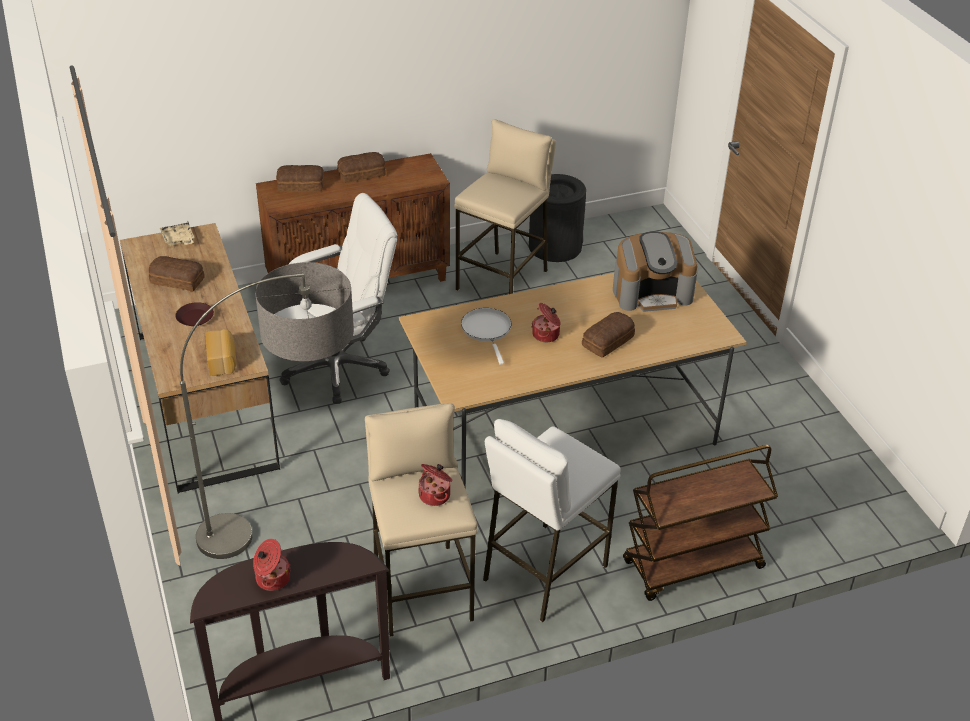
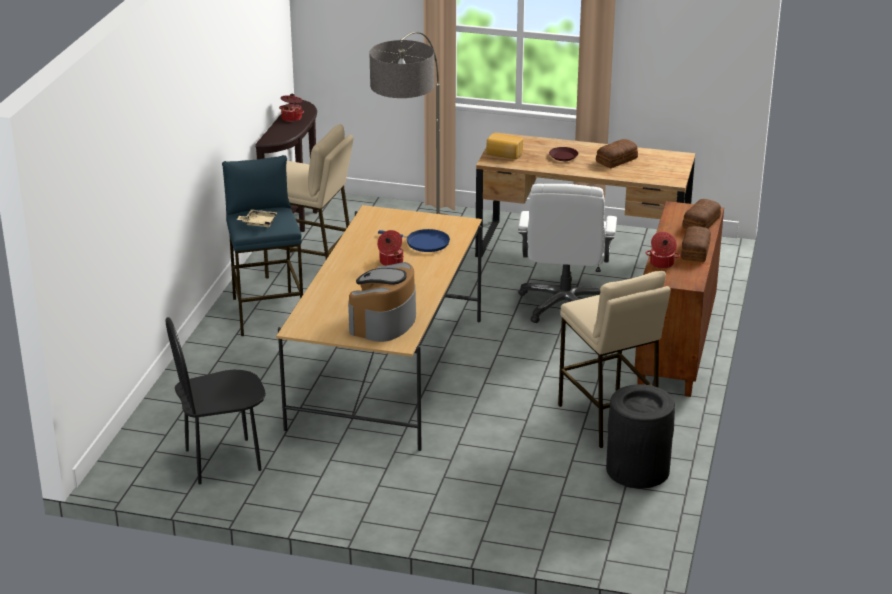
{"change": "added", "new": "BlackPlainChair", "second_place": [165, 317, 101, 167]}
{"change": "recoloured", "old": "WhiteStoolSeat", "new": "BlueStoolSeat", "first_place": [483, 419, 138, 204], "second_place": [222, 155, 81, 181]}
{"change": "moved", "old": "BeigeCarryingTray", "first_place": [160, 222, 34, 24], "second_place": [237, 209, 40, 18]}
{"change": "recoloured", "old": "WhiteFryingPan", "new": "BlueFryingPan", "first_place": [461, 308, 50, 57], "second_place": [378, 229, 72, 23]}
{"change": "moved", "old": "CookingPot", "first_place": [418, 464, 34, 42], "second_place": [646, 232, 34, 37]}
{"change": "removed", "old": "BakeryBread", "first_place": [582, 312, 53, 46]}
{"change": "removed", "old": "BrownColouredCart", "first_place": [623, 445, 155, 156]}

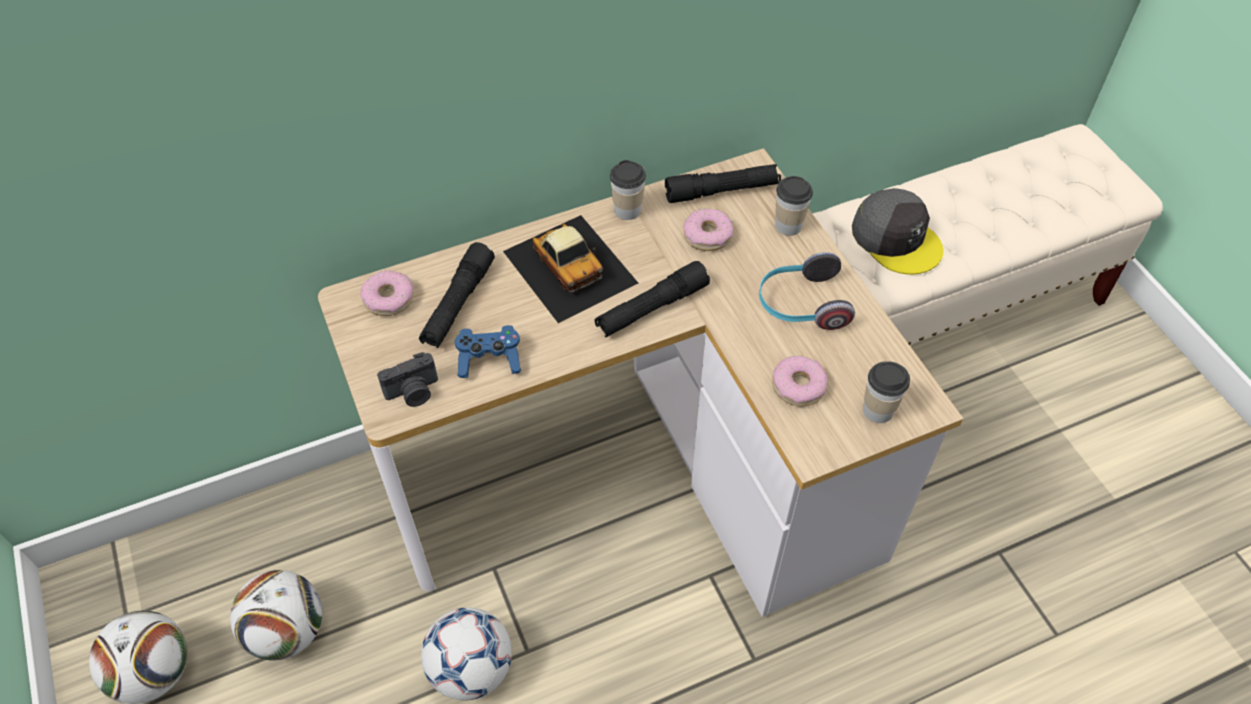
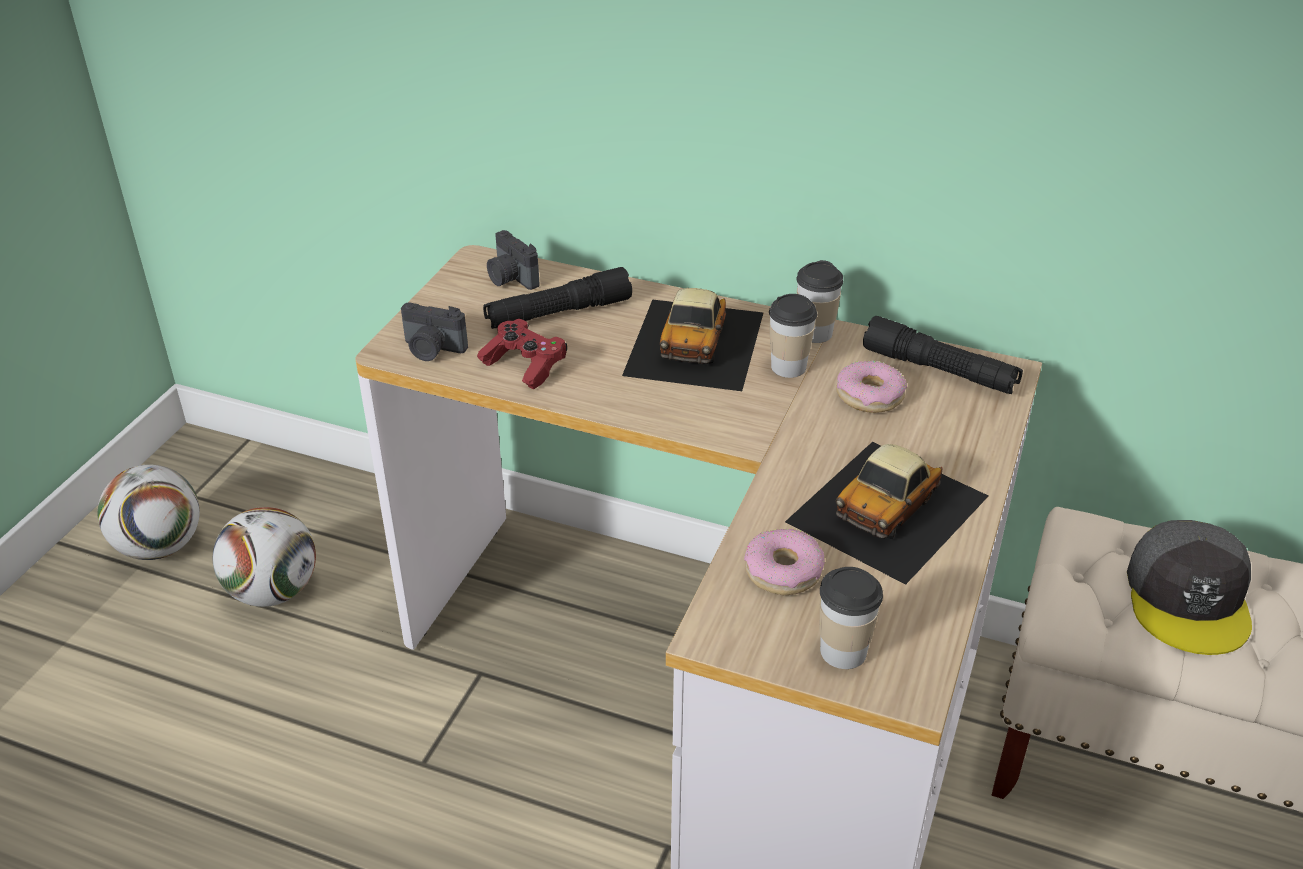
{"change": "recoloured", "old": "BlueGamepad", "new": "ReddishGamepad", "first_place": [455, 325, 66, 53], "second_place": [477, 319, 90, 70]}
{"change": "replaced", "old": "RingDoughnut", "new": "StillCamera", "first_place": [360, 270, 54, 46], "second_place": [487, 230, 52, 60]}
{"change": "moved", "old": "SmallCup", "first_place": [775, 176, 38, 60], "second_place": [769, 294, 48, 84]}
{"change": "replaced", "old": "Headset", "new": "MiniatureCar", "first_place": [759, 252, 96, 78], "second_place": [785, 442, 203, 143]}
{"change": "removed", "old": "FootballBall", "first_place": [421, 607, 91, 93]}
{"change": "removed", "old": "BlackTorch", "first_place": [595, 261, 115, 76]}

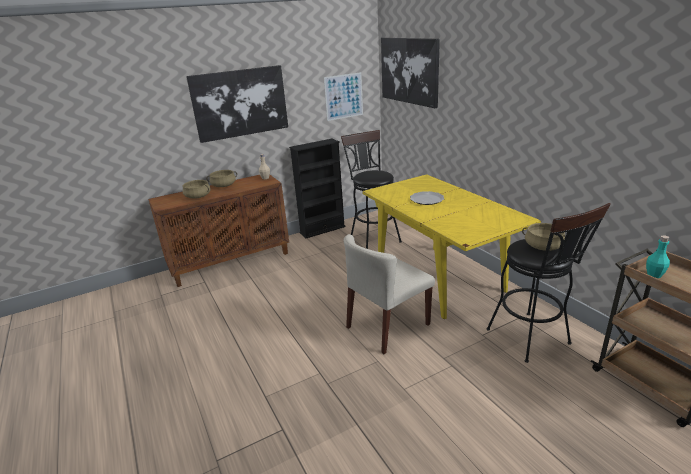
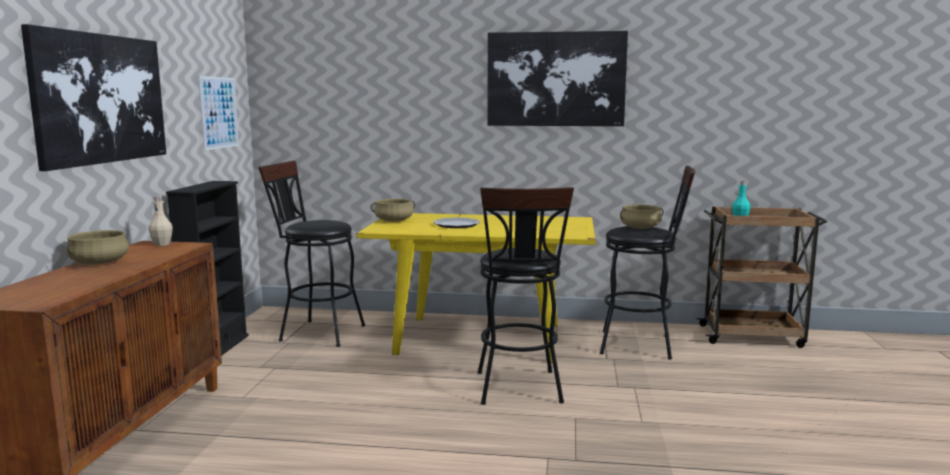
{"change": "moved", "old": "BeigeCookingPot", "first_place": [182, 180, 28, 19], "second_place": [371, 199, 44, 23]}
{"change": "replaced", "old": "BeigePlainChair", "new": "BlackStoolSeat", "first_place": [344, 234, 91, 120], "second_place": [478, 187, 96, 218]}
{"change": "moved", "old": "WallPicture", "first_place": [381, 38, 59, 70], "second_place": [487, 31, 141, 95]}

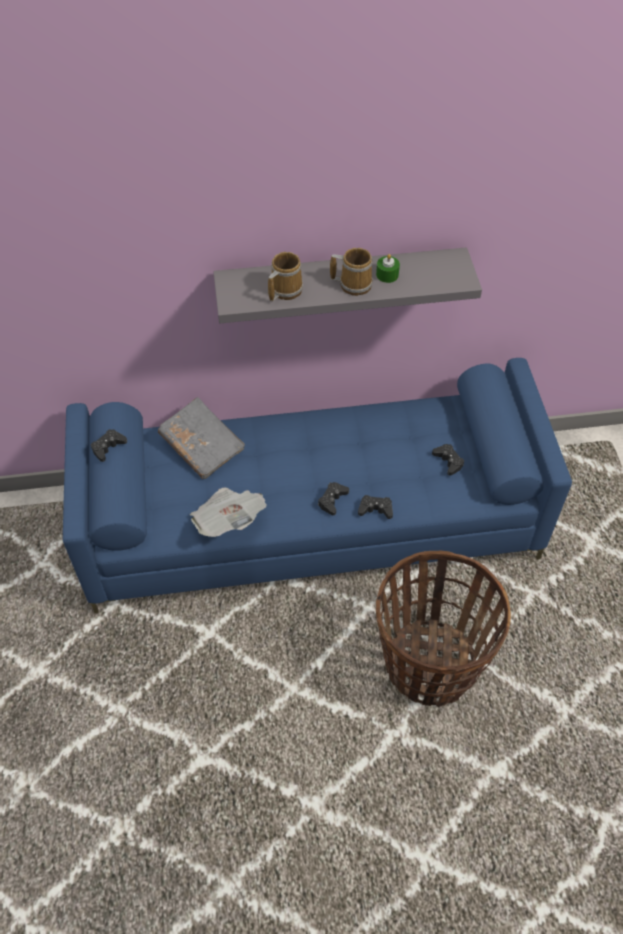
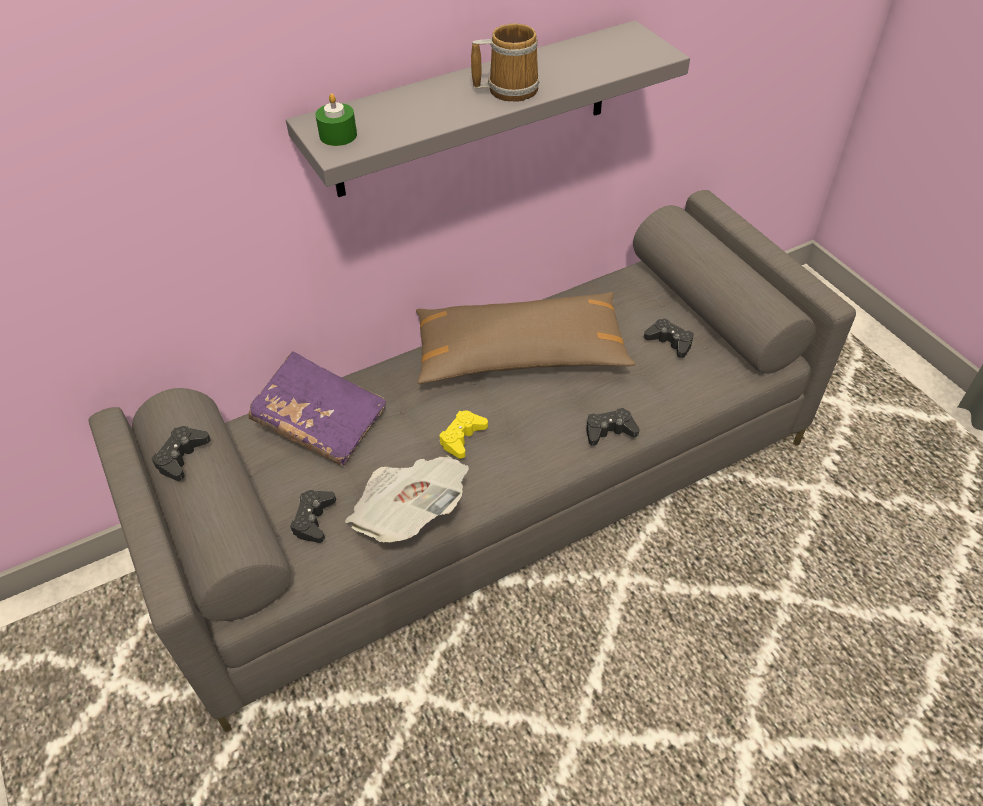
{"change": "recoloured", "old": "BlueCouch", "new": "GreyCouch", "first_place": [63, 358, 509, 255], "second_place": [89, 190, 767, 542]}
{"change": "recoloured", "old": "GreyBoundBook", "new": "PurpleColouredBoundBook", "first_place": [158, 397, 87, 82], "second_place": [249, 352, 137, 114]}
{"change": "moved", "old": "BlackGamepad", "first_place": [318, 482, 31, 33], "second_place": [290, 490, 46, 53]}
{"change": "moved", "old": "GreenColouredWaxLight", "first_place": [376, 254, 24, 29], "second_place": [315, 93, 42, 53]}
{"change": "added", "new": "BrownColouredThrowPillow", "second_place": [416, 292, 220, 92]}
{"change": "added", "new": "YellowishGamepad", "second_place": [439, 411, 49, 48]}
{"change": "removed", "old": "TeaMug", "first_place": [268, 252, 35, 49]}
{"change": "removed", "old": "Basket", "first_place": [376, 551, 135, 156]}

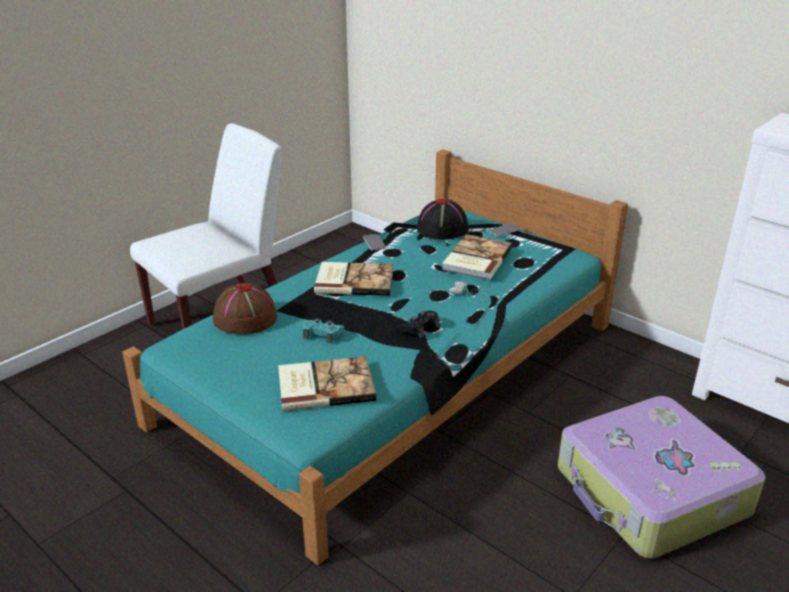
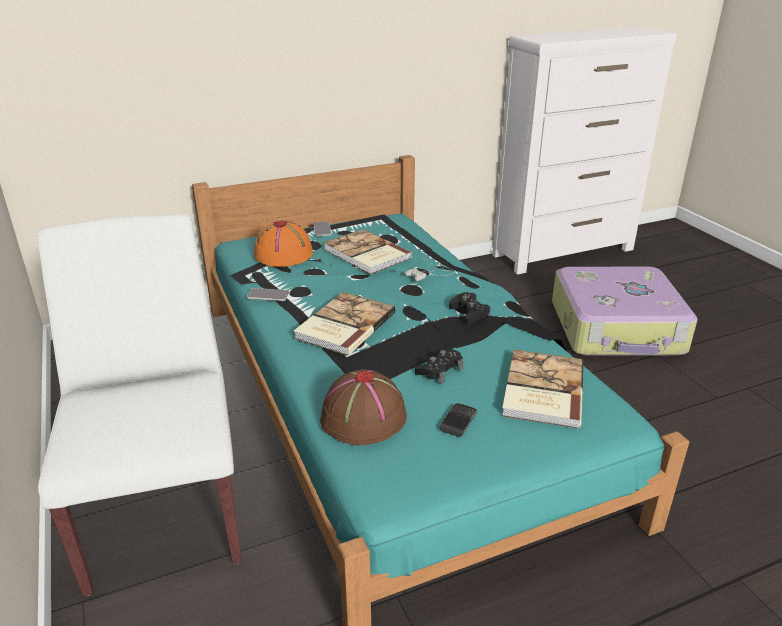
{"change": "recoloured", "old": "BlackClothingHat", "new": "OrangeClothingHat", "first_place": [417, 199, 52, 41], "second_place": [254, 220, 59, 47]}
{"change": "recoloured", "old": "TurquoiseColouredGamepad", "new": "BlackGamepad", "first_place": [303, 318, 41, 26], "second_place": [415, 349, 48, 35]}
{"change": "added", "new": "Handset", "second_place": [439, 403, 38, 34]}

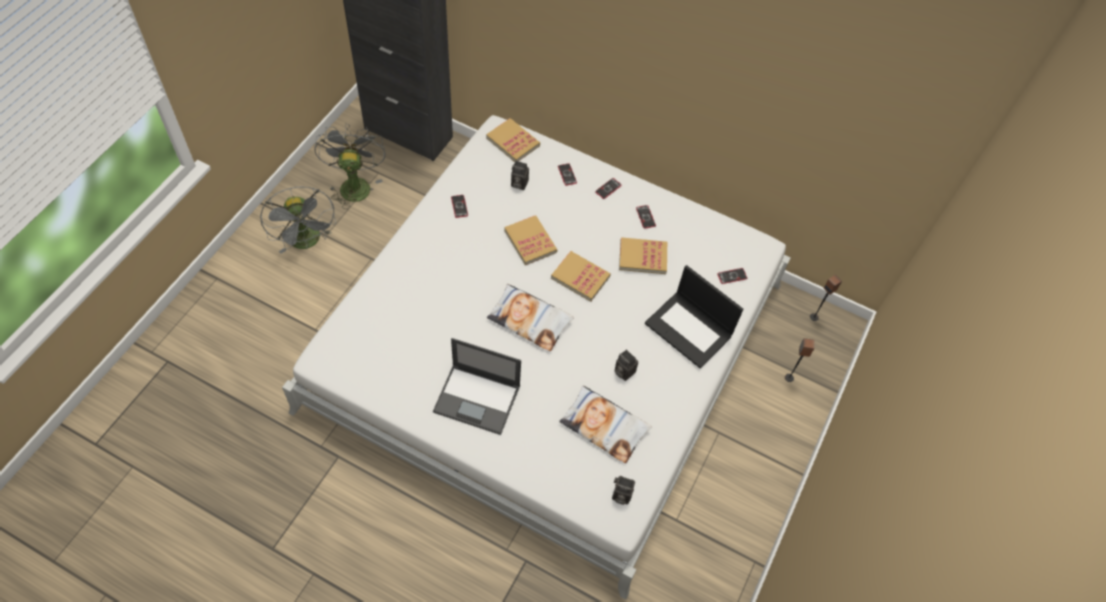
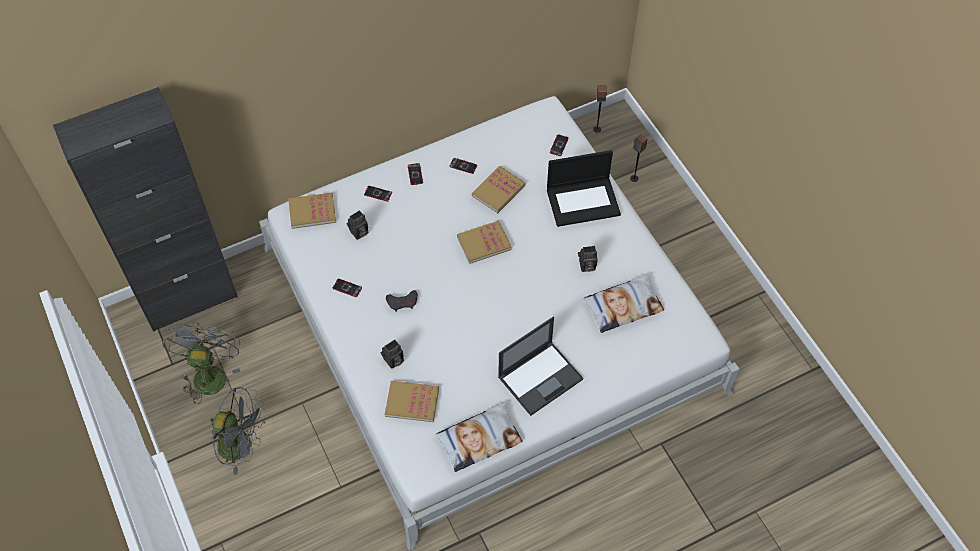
{"change": "turned", "old": "GreyCoolingFan", "first_place": [314, 123, 71, 86], "second_place": [162, 322, 78, 82], "degrees": 60}
{"change": "moved", "old": "StillCamera", "first_place": [612, 476, 23, 29], "second_place": [380, 340, 24, 29]}
{"change": "moved", "old": "BoundBook", "first_place": [504, 215, 53, 50], "second_place": [385, 381, 54, 41]}
{"change": "added", "new": "GreyGamepad", "second_place": [386, 290, 32, 22]}
{"change": "moved", "old": "ThrowPillow", "first_place": [487, 284, 87, 67], "second_place": [436, 403, 87, 69]}

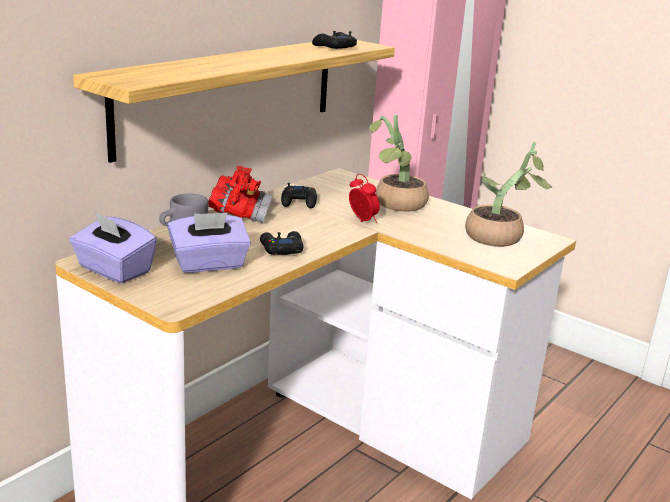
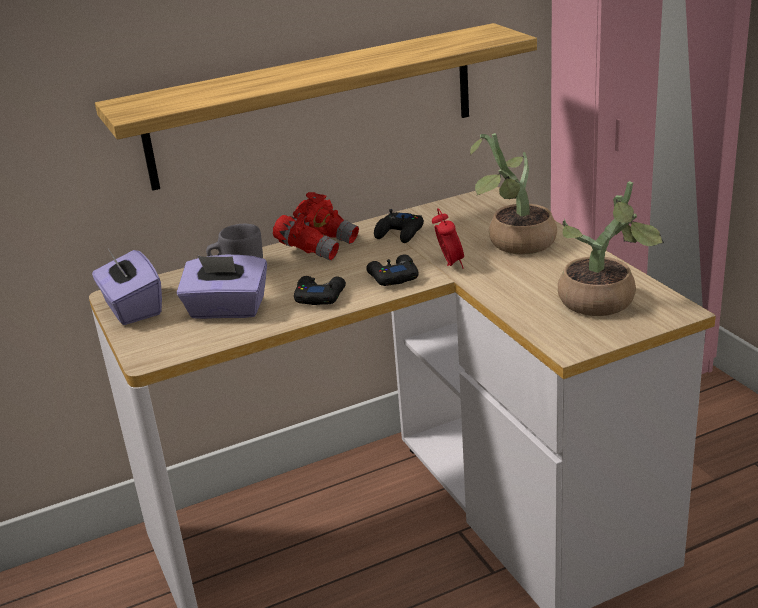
{"change": "moved", "old": "BlackGamepad", "first_place": [312, 31, 45, 18], "second_place": [366, 255, 53, 31]}

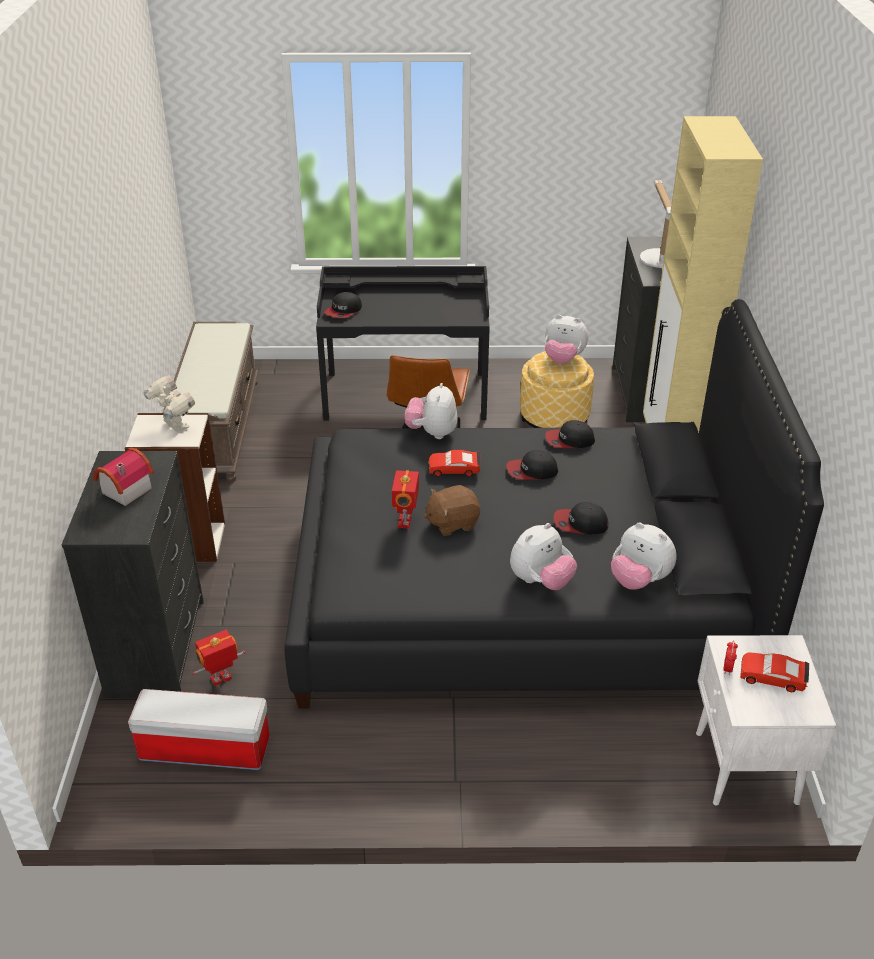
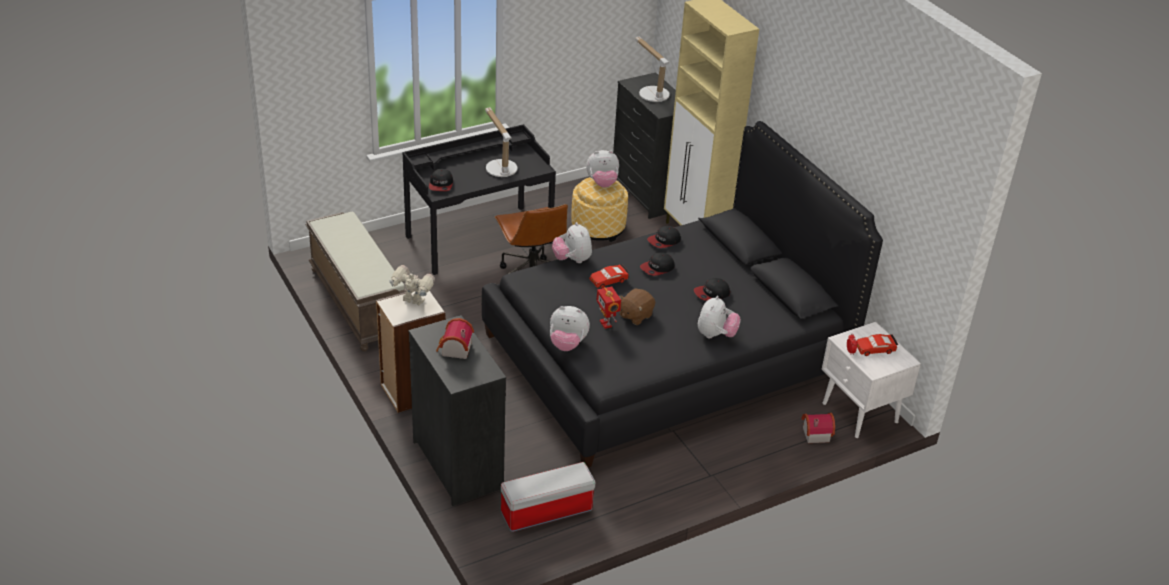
{"change": "added", "new": "TabletopLamp", "second_place": [485, 108, 33, 69]}
{"change": "moved", "old": "CuddlyToy", "first_place": [611, 522, 66, 68], "second_place": [550, 306, 40, 45]}
{"change": "added", "new": "ToyHouse", "second_place": [801, 413, 34, 30]}
{"change": "removed", "old": "RobotFigure", "first_place": [192, 630, 54, 56]}

